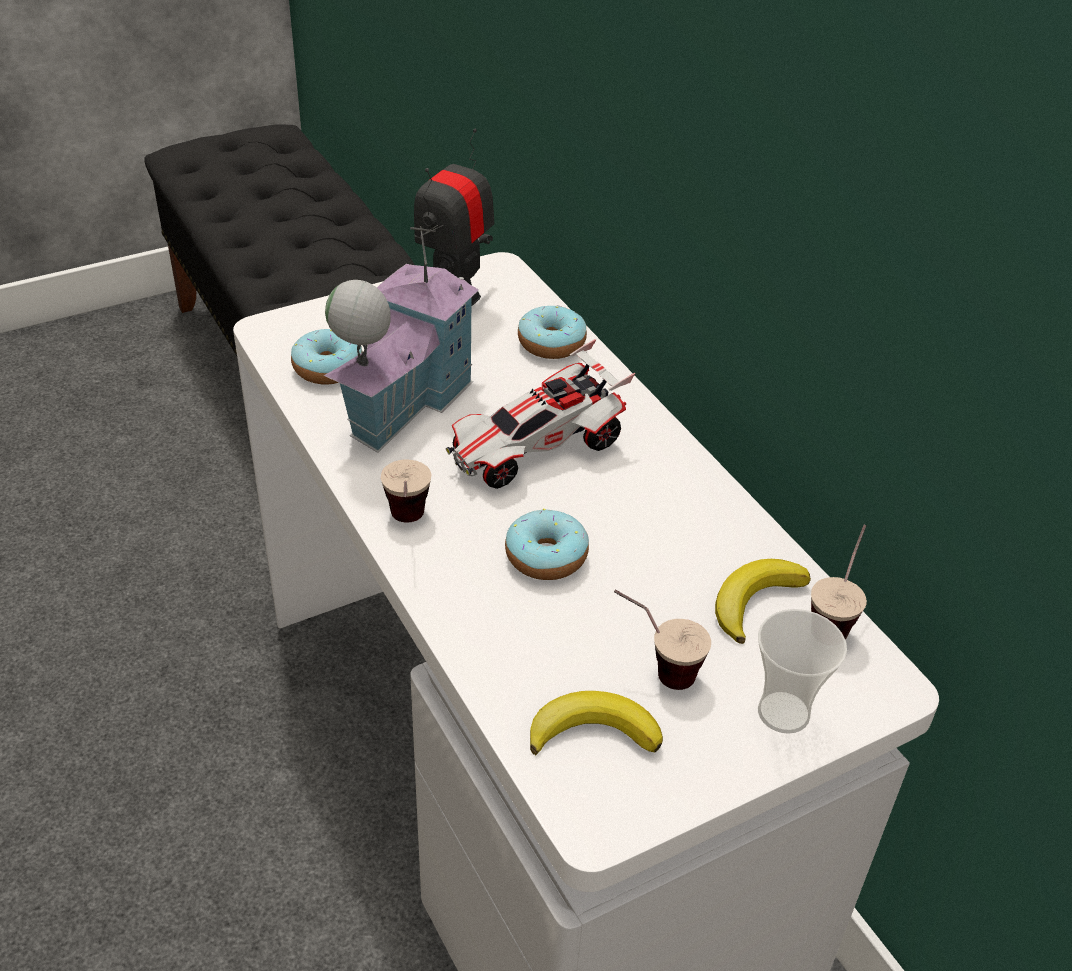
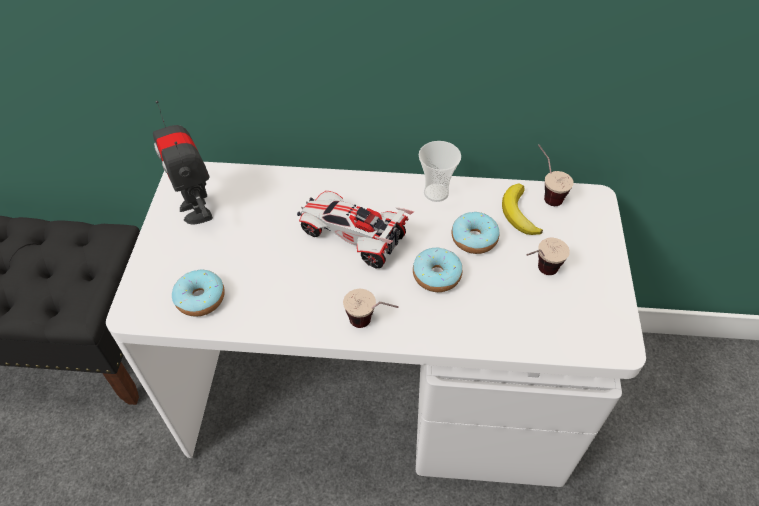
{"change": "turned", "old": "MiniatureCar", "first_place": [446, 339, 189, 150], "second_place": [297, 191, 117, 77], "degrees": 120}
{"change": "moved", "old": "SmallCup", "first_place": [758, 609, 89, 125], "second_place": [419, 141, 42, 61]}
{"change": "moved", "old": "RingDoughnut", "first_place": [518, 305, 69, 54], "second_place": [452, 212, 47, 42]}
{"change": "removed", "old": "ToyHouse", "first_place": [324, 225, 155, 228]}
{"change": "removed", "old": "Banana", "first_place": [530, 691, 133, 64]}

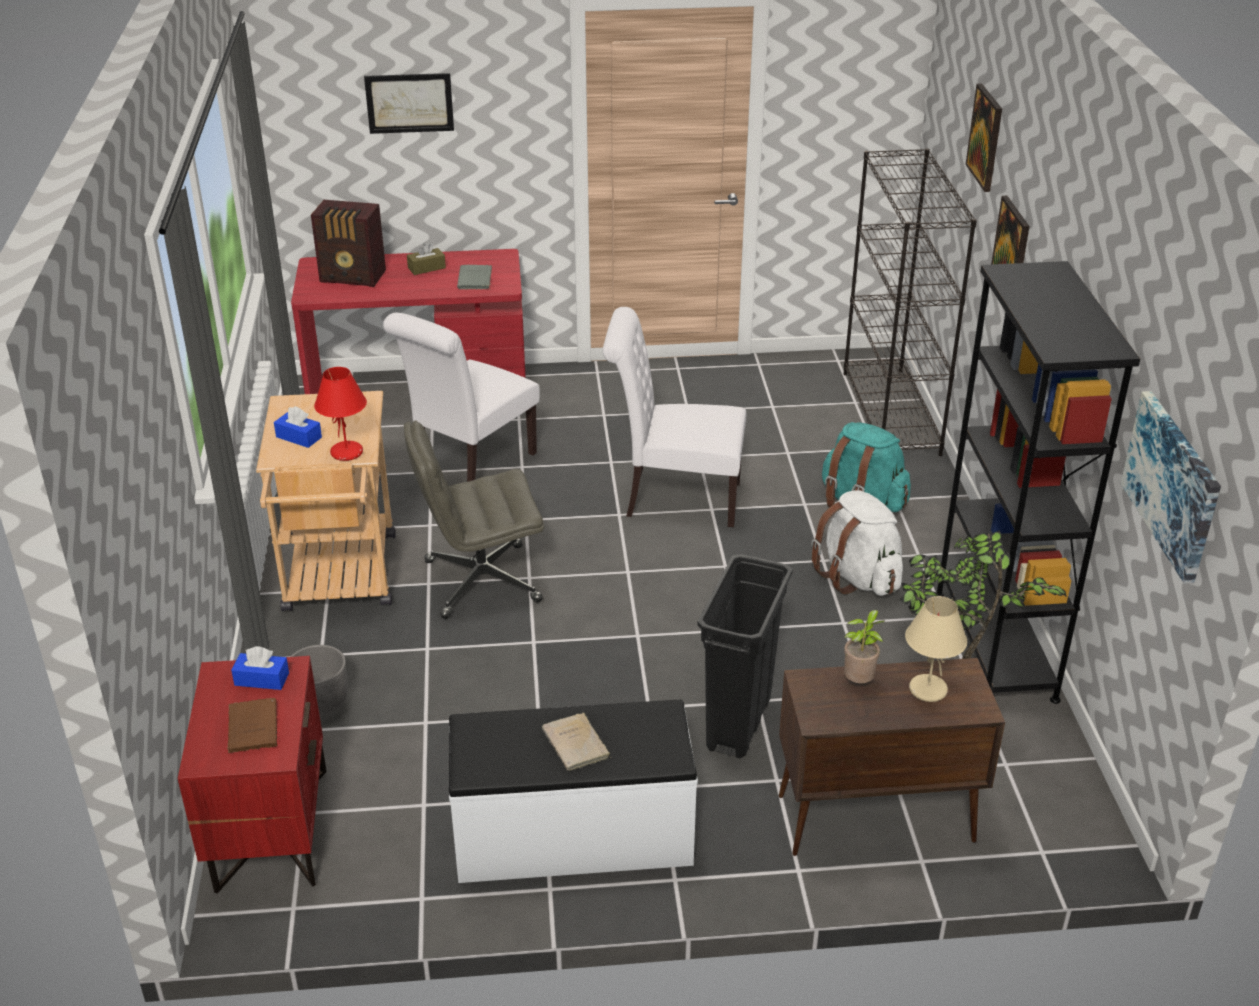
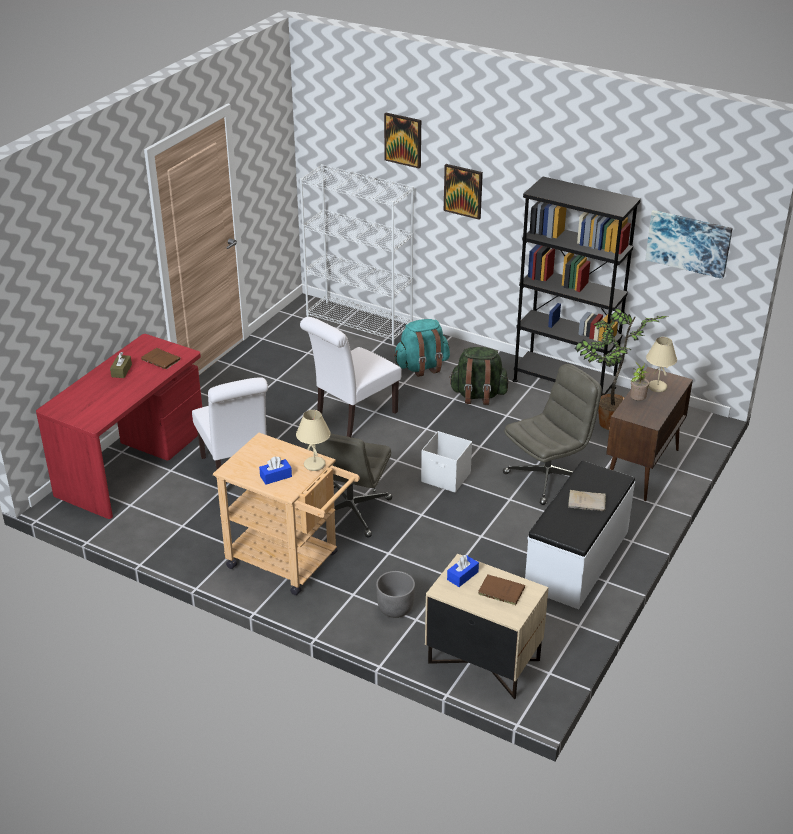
{"change": "recoloured", "old": "GreyBoundBook", "new": "BrownColouredBoundBook", "first_place": [457, 265, 35, 25], "second_place": [141, 348, 39, 21]}
{"change": "recoloured", "old": "ReddishTabletopLamp", "new": "BeigeTabletopLamp", "first_place": [314, 367, 53, 94], "second_place": [296, 410, 35, 61]}
{"change": "recoloured", "old": "BlackBookshelf", "new": "WhiteBookshelf", "first_place": [844, 148, 133, 308], "second_place": [300, 164, 114, 181]}
{"change": "added", "new": "WhiteStorageContainer", "second_place": [421, 431, 51, 62]}
{"change": "recoloured", "old": "ReddishBedsideTable", "new": "BeigeBedsideTable", "first_place": [178, 656, 149, 238], "second_place": [425, 554, 123, 145]}
{"change": "recoloured", "old": "WhiteRucksack", "new": "GreenColouredRucksack", "first_place": [811, 490, 92, 106], "second_place": [449, 347, 60, 58]}
{"change": "replaced", "old": "BlackWasteBin", "new": "GreyComputerChair", "first_place": [697, 554, 96, 204], "second_place": [503, 364, 99, 141]}
{"change": "removed", "old": "RadioSet", "first_place": [311, 200, 75, 87]}
{"change": "removed", "old": "WallPicture", "first_place": [364, 73, 90, 61]}

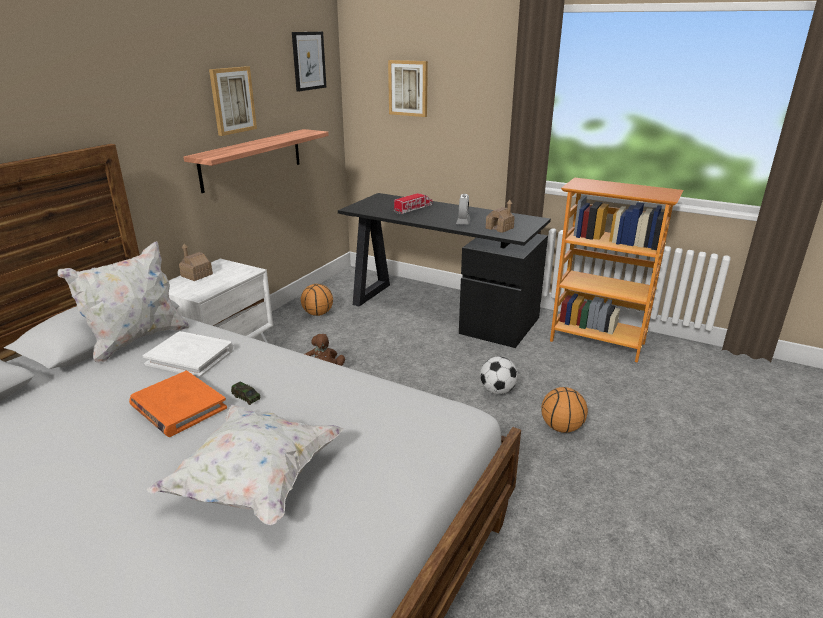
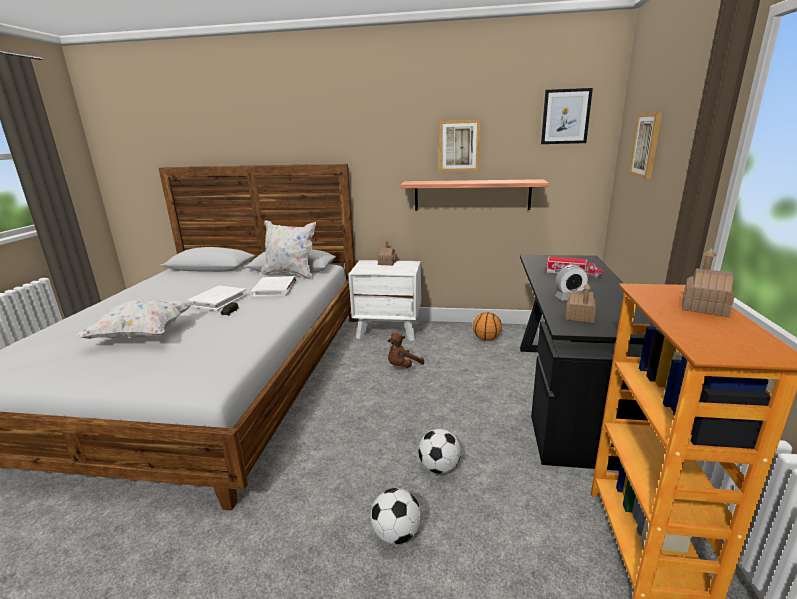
{"change": "recoloured", "old": "OrangeBoundBook", "new": "WhiteBoundBook", "first_place": [129, 371, 98, 66], "second_place": [187, 286, 60, 25]}
{"change": "replaced", "old": "BasketballBall", "new": "FootballBall", "first_place": [541, 387, 47, 46], "second_place": [371, 488, 50, 56]}
{"change": "added", "new": "ToyHouse", "second_place": [682, 248, 53, 69]}

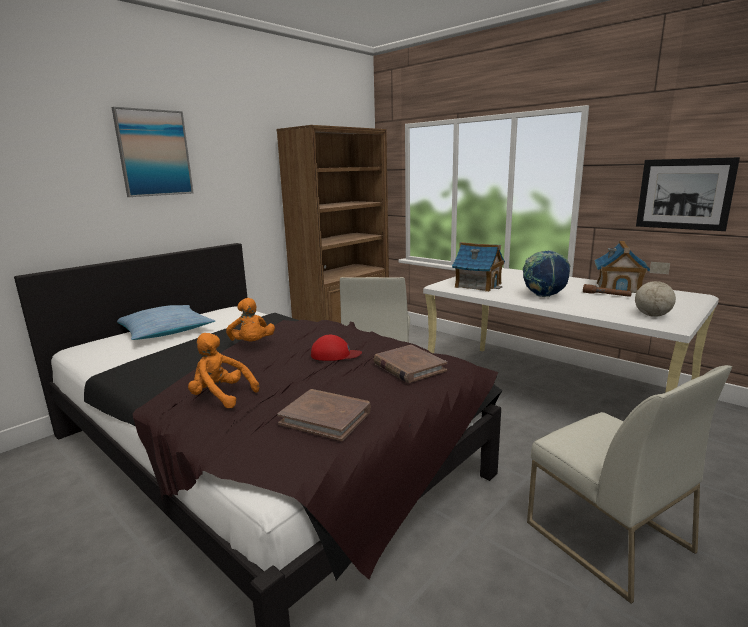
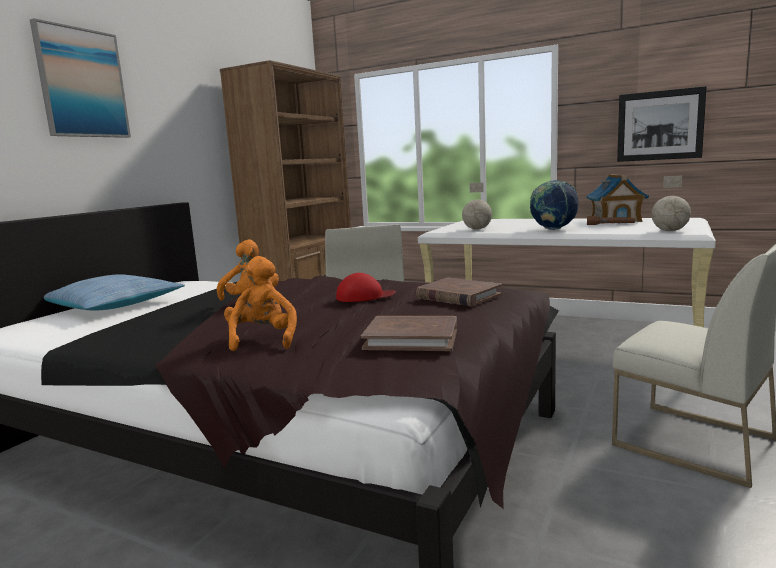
{"change": "turned", "old": "OrangeCuddlyToy", "first_place": [188, 333, 71, 75], "second_place": [224, 256, 73, 95], "degrees": 75}
{"change": "replaced", "old": "ToyHouse", "new": "DeskGlobe", "first_place": [452, 242, 53, 50], "second_place": [462, 183, 30, 47]}

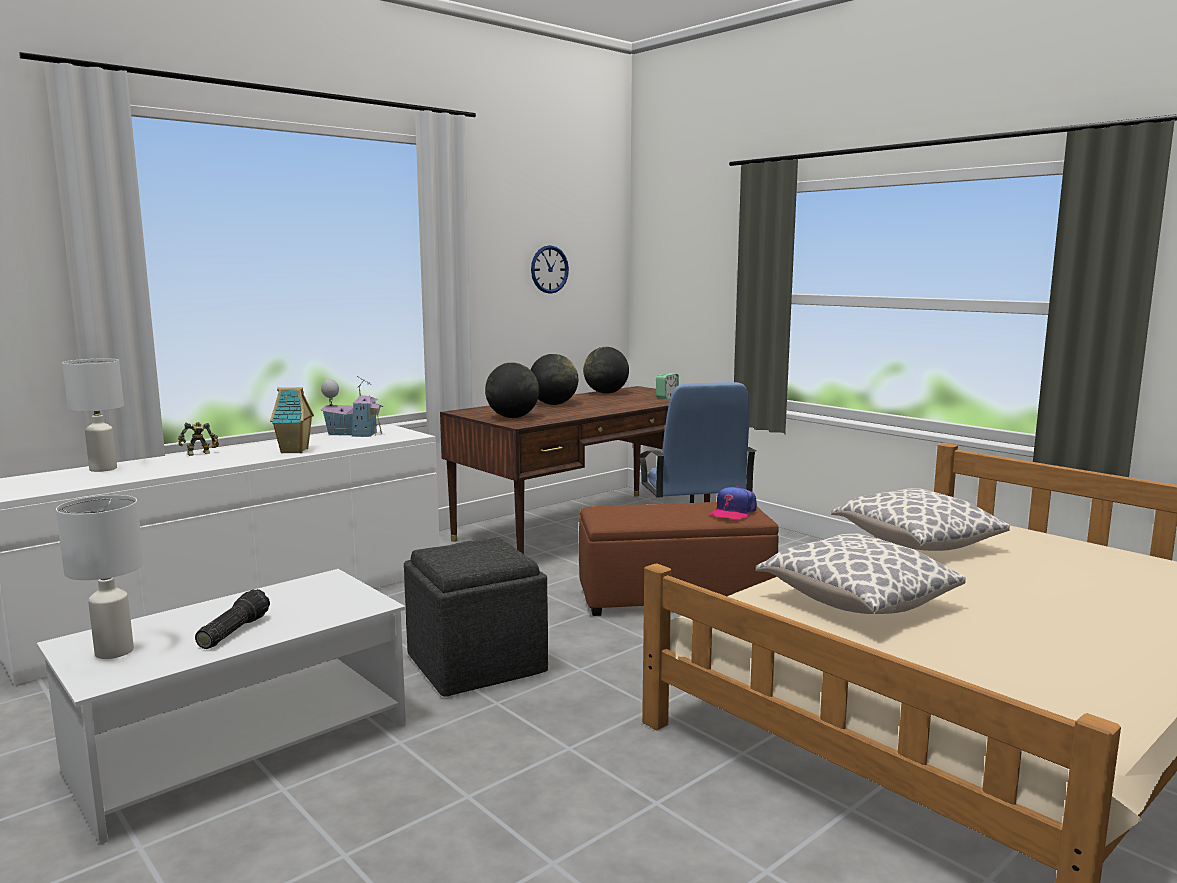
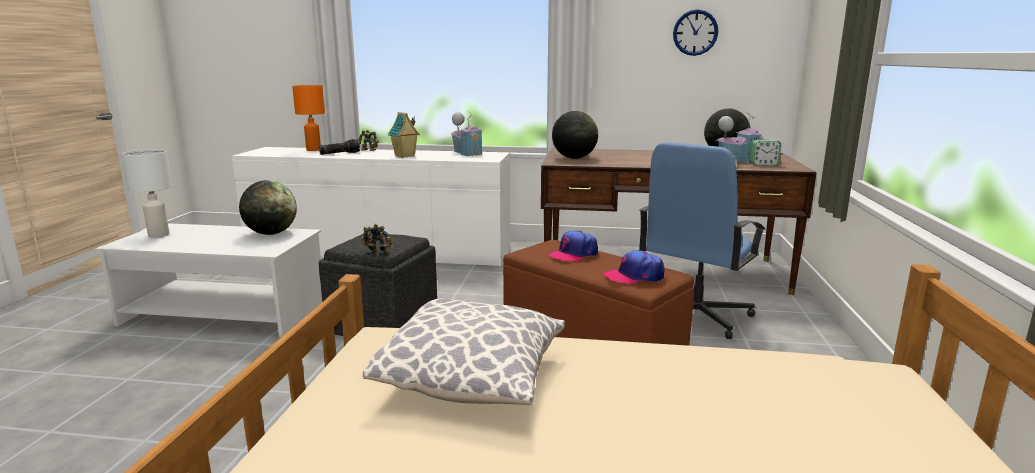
{"change": "moved", "old": "DeskGlobe", "first_place": [530, 354, 48, 51], "second_place": [239, 180, 58, 55]}
{"change": "recoloured", "old": "WhiteTabletopLamp", "new": "OrangeTabletopLamp", "first_place": [62, 358, 62, 114], "second_place": [292, 85, 33, 66]}
{"change": "moved", "old": "Torch", "first_place": [195, 589, 75, 60], "second_place": [319, 139, 41, 16]}
{"change": "added", "new": "RobotFigure", "second_place": [361, 224, 30, 32]}
{"change": "added", "new": "PeakedCap", "second_place": [548, 231, 50, 31]}
{"change": "added", "new": "ToyHouse", "second_place": [716, 113, 49, 50]}
{"change": "removed", "old": "ThrowPillow", "first_place": [831, 488, 179, 63]}

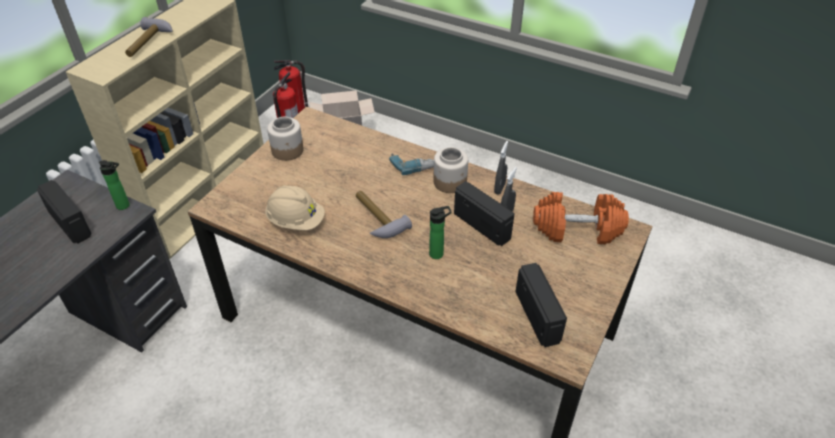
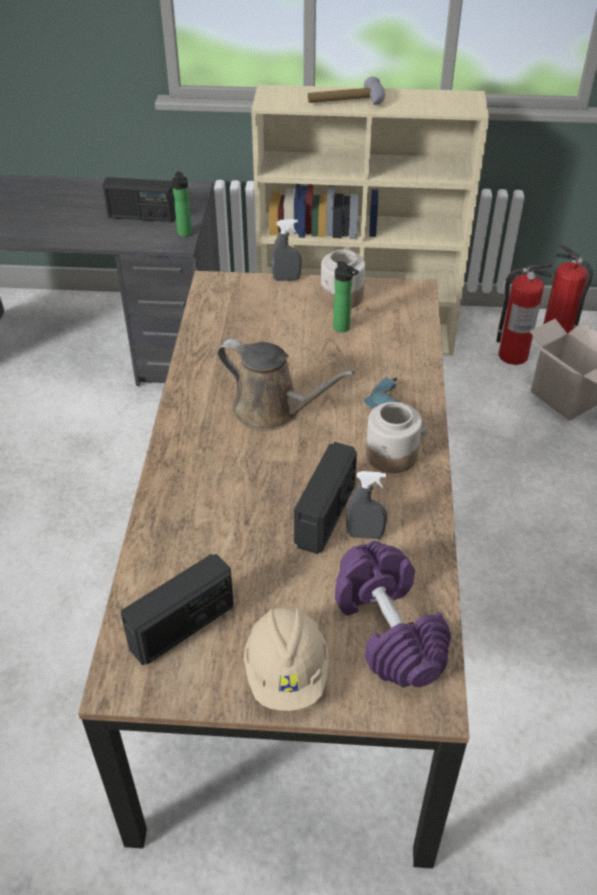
{"change": "turned", "old": "RadioSet", "first_place": [37, 180, 54, 64], "second_place": [103, 177, 73, 45], "degrees": 75}
{"change": "replaced", "old": "HandHammer", "new": "BrownColouredSprinklingCan", "first_place": [356, 191, 56, 47], "second_place": [217, 339, 138, 92]}
{"change": "moved", "old": "BeigeWorkHelmet", "first_place": [265, 186, 60, 44], "second_place": [244, 607, 85, 104]}
{"change": "moved", "old": "GreySprayBottle", "first_place": [494, 141, 14, 54], "second_place": [271, 219, 31, 62]}
{"change": "moved", "old": "BeverageBottle", "first_place": [429, 206, 22, 53], "second_place": [333, 261, 26, 71]}
{"change": "recoloured", "old": "OrangeDumbbell", "new": "PurpleColouredDumbbell", "first_place": [533, 192, 96, 52], "second_place": [335, 541, 116, 147]}

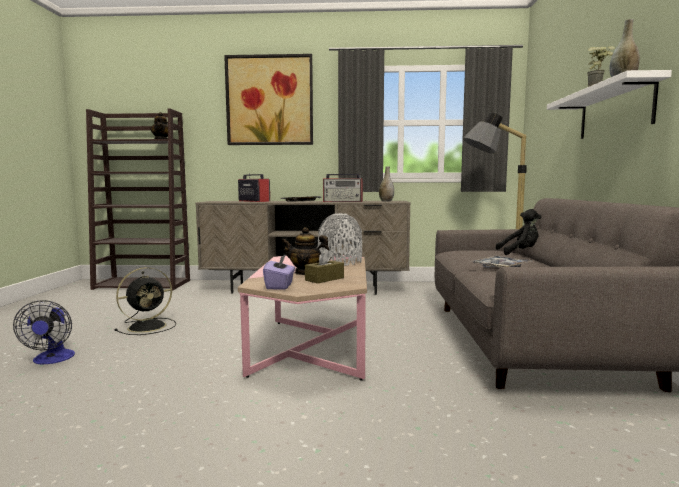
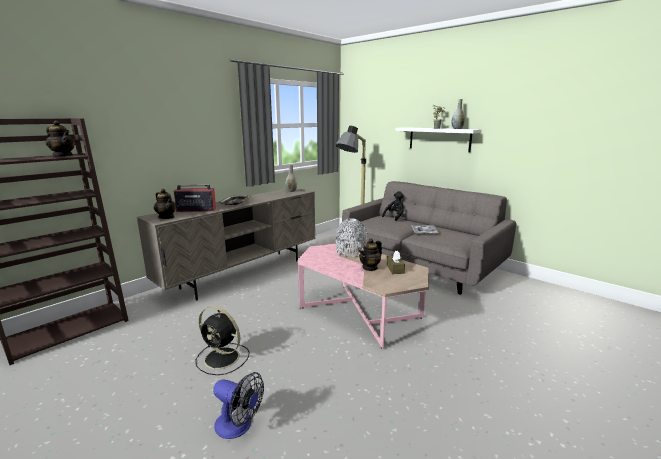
{"change": "added", "new": "PotForTea", "second_place": [154, 189, 23, 30]}
{"change": "turned", "old": "BlackCoolingFan", "first_place": [114, 267, 62, 68], "second_place": [196, 306, 53, 69], "degrees": 120}
{"change": "removed", "old": "WallPicture", "first_place": [224, 54, 89, 91]}
{"change": "removed", "old": "PurpleColouredTissueBox", "first_place": [263, 254, 32, 36]}
{"change": "removed", "old": "RadioSet", "first_place": [323, 173, 40, 29]}

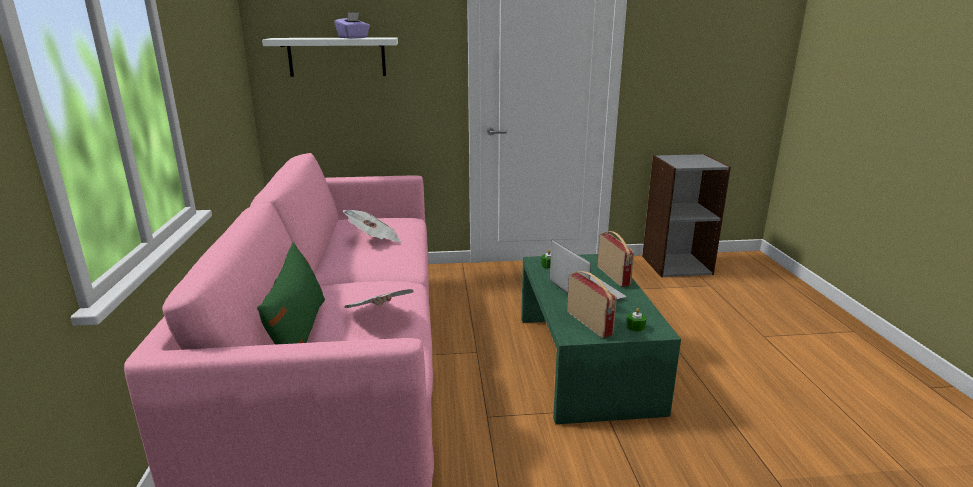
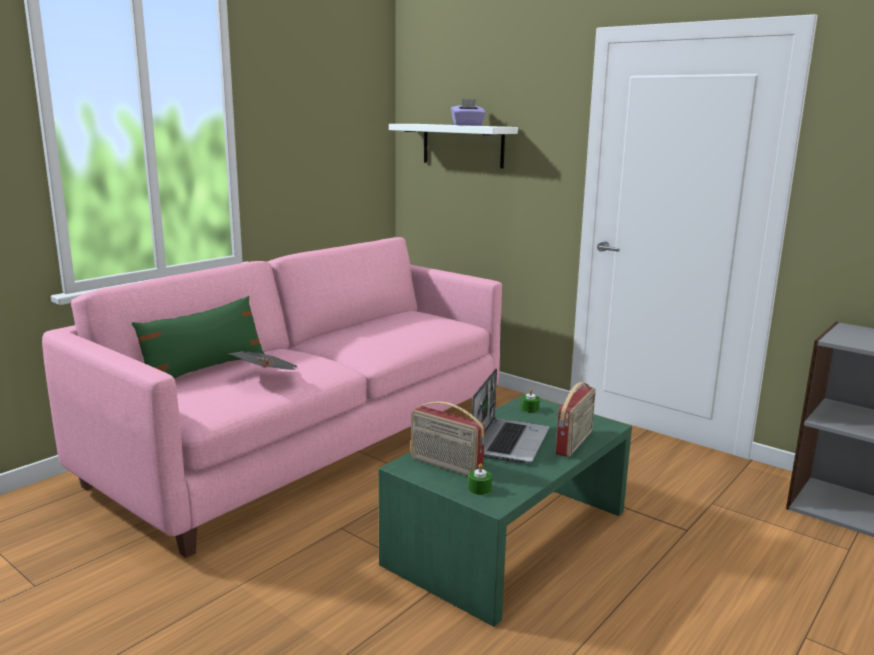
{"change": "turned", "old": "RadioSet", "first_place": [567, 271, 50, 67], "second_place": [411, 401, 74, 75], "degrees": 105}
{"change": "removed", "old": "PrintedPaper", "first_place": [343, 210, 58, 32]}

